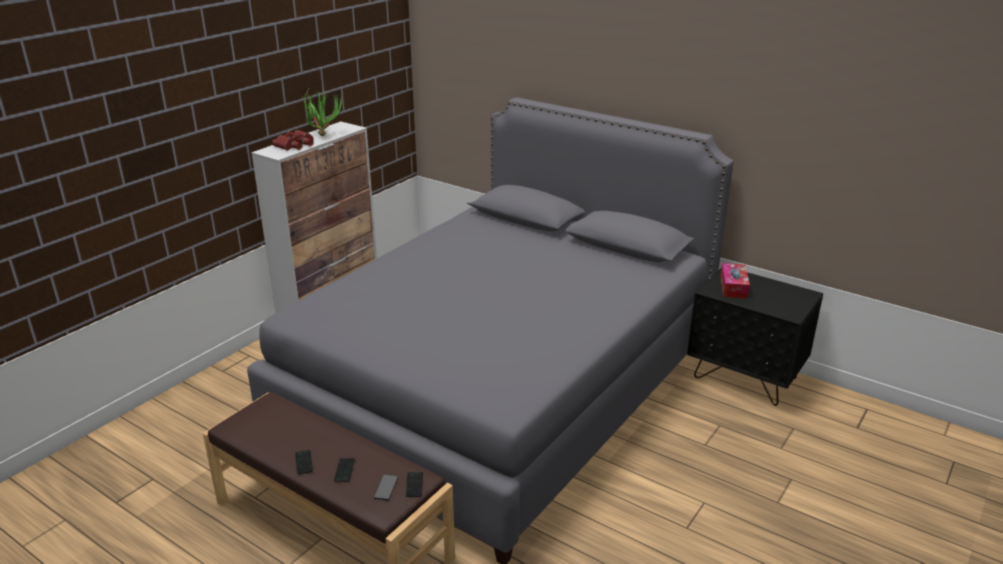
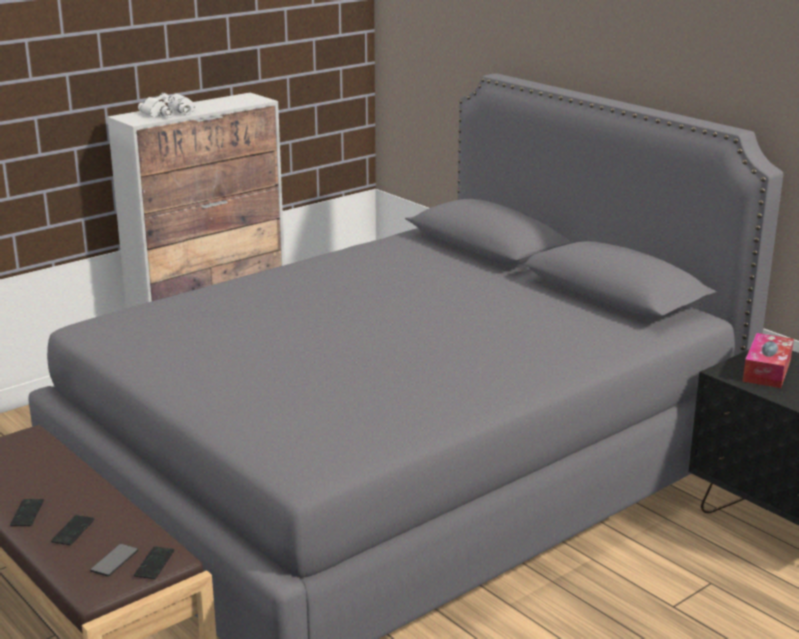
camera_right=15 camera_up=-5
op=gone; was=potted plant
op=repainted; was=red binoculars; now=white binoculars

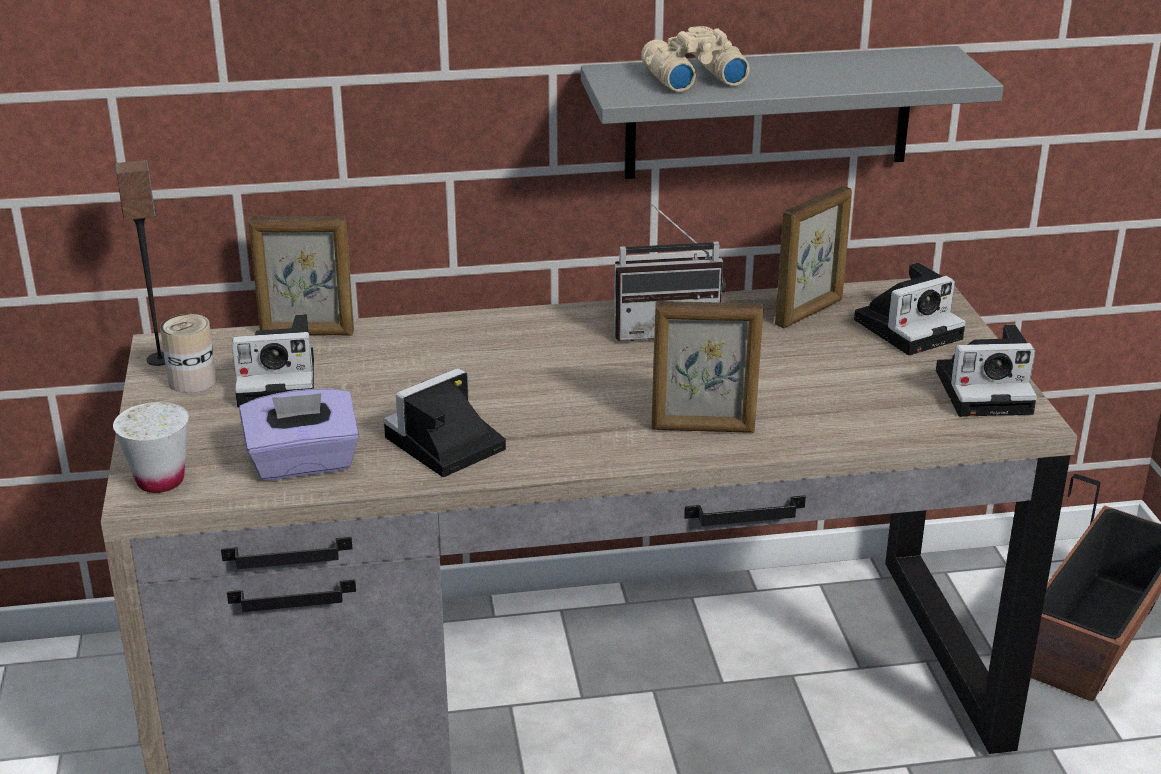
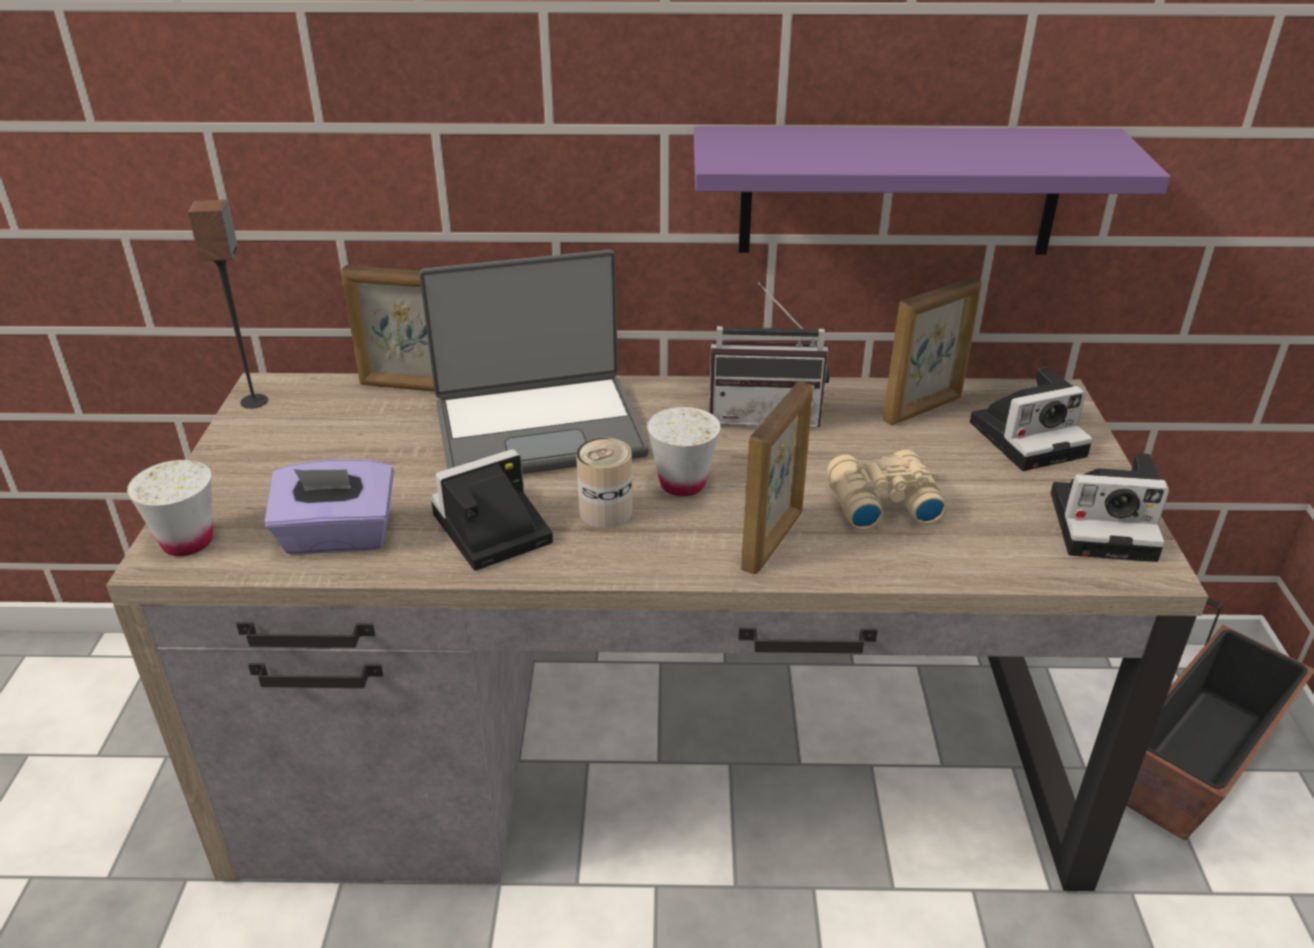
camera_right=10 camera_up=5
op=shifted; was=beige binoculars
op=repainted; was=grey shelf; now=purple shelf
op=rotated; was=picture frame (no. 2 from left); clockwise=-75
op=shifted; was=can
op=gone; was=photo camera (no. 1 from left)
op=new; now=laptop
op=new; now=white cup (no. 2 from left)

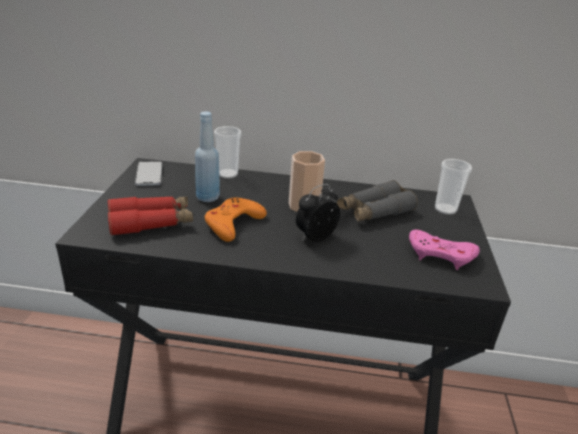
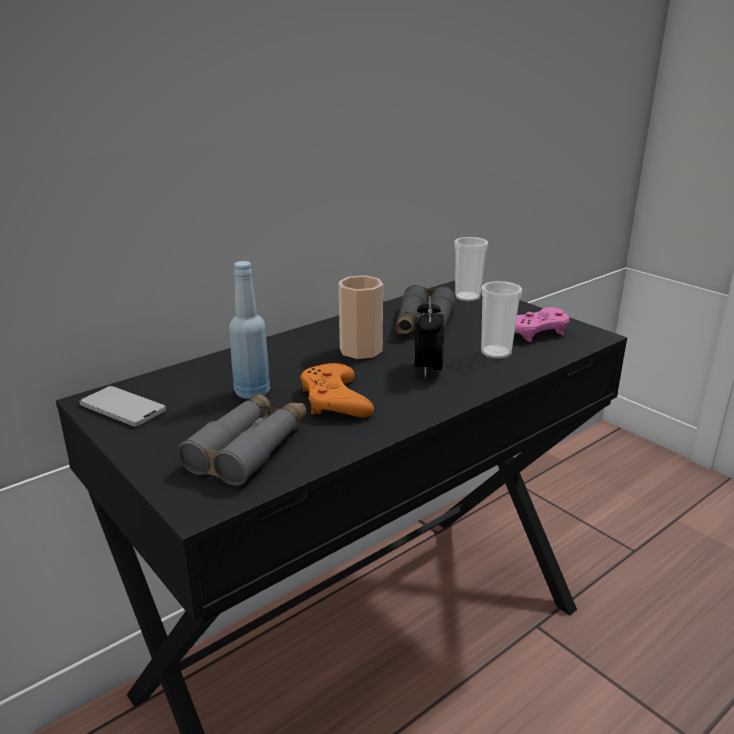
camera_right=-45 camera_up=-5
op=shifted; was=cup (no. 1 from left in the first image); now=cup (no. 3 from left)
op=repainted; was=red binoculars; now=grey binoculars (no. 1 from left)

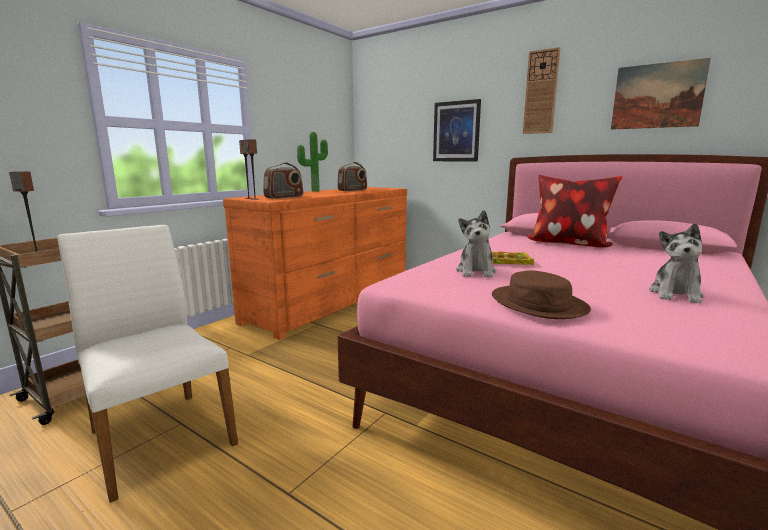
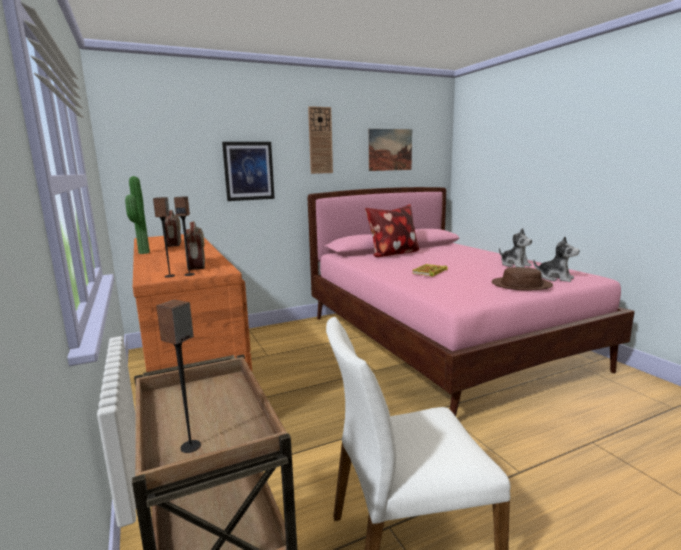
camera_right=-60 camera_up=0
op=shifted; was=plush toy (no. 1 from left in the first image); now=plush toy (no. 2 from left)

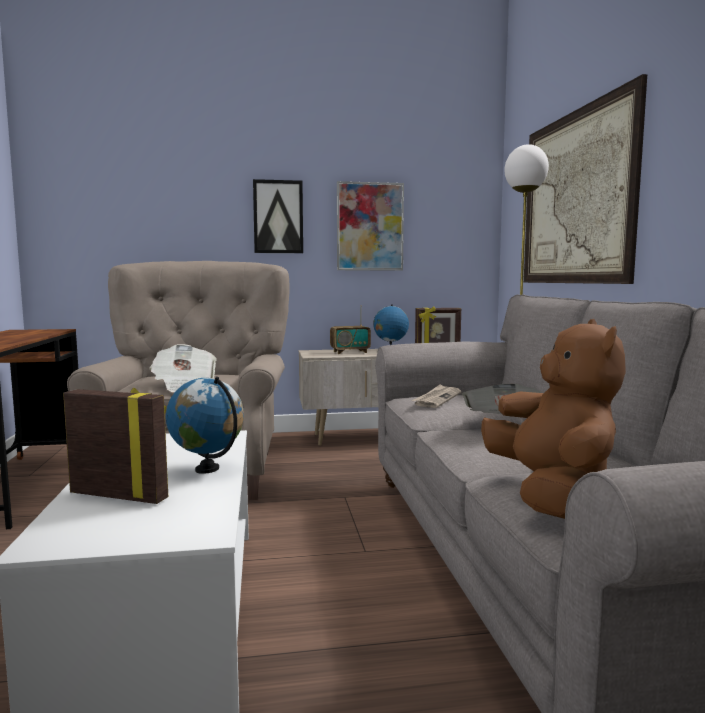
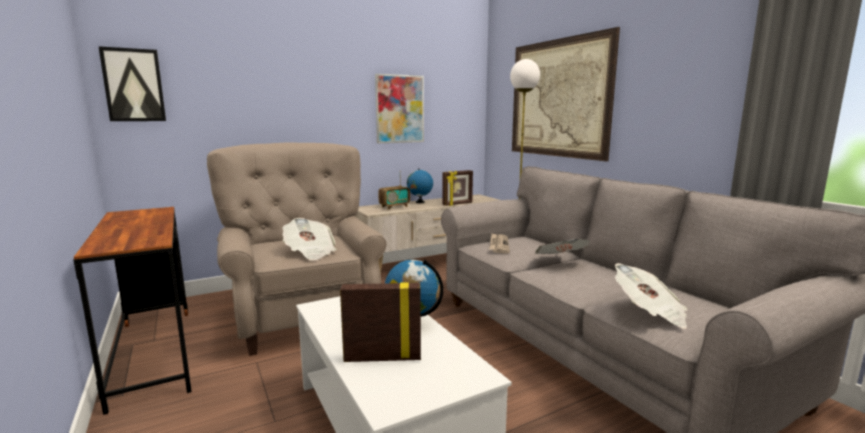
camera_right=-20 camera_up=5
op=shifted; was=picture (no. 1 from left)
op=swapped; was=brown plush toy; now=newspaper (no. 4 from left)

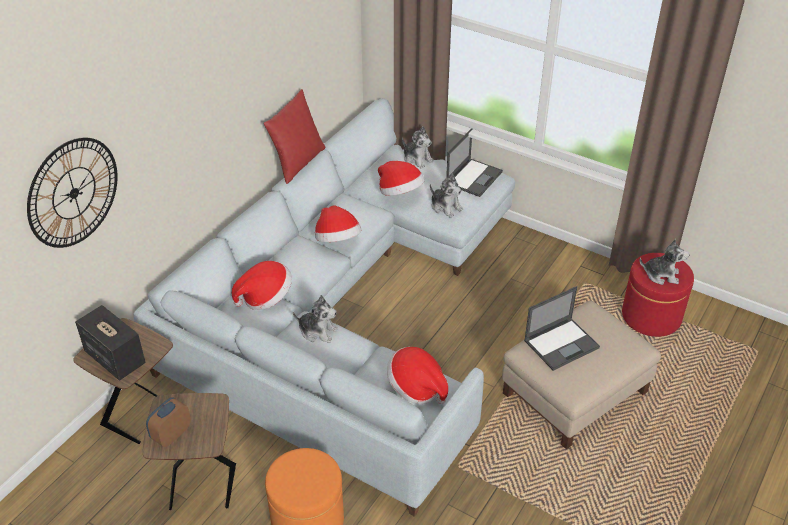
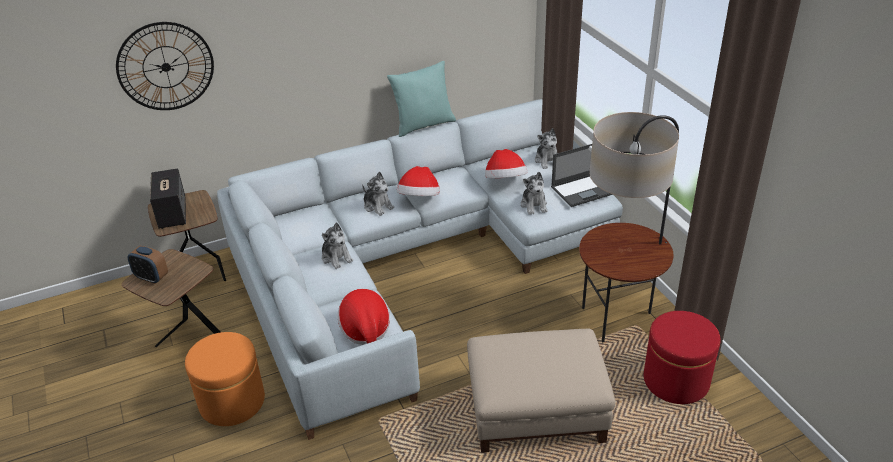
camera_right=35 camera_up=-5
op=repainted; was=red pillow; now=turquoise pillow
op=shifted; was=plush toy (no. 4 from left in the first image); now=plush toy (no. 2 from left)
op=gone; was=hat (no. 1 from left)
op=gone; was=laptop (no. 2 from left)
op=rotated; was=alarm clock; clockwise=-135
op=new; now=floor lamp

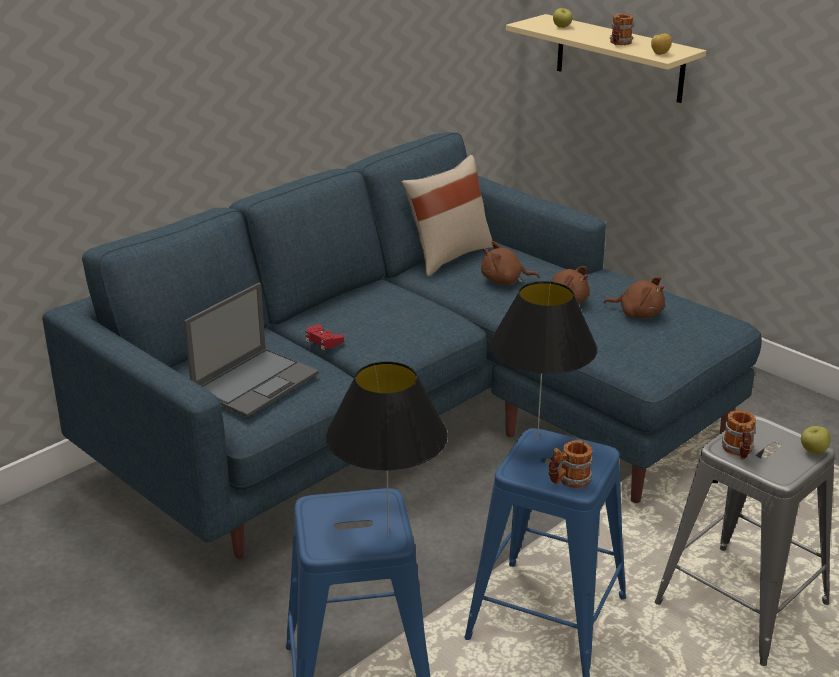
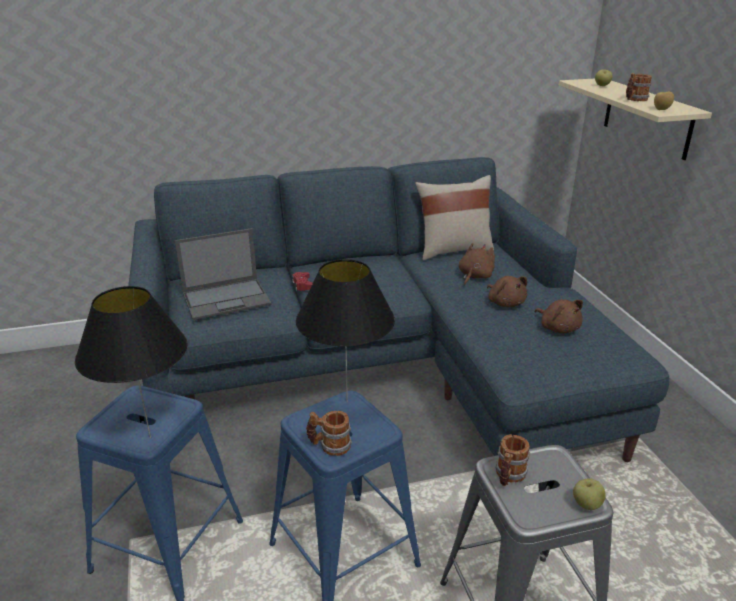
camera_right=30 camera_up=0
op=rotated; was=brown plush toy (no. 1 from left); clockwise=90

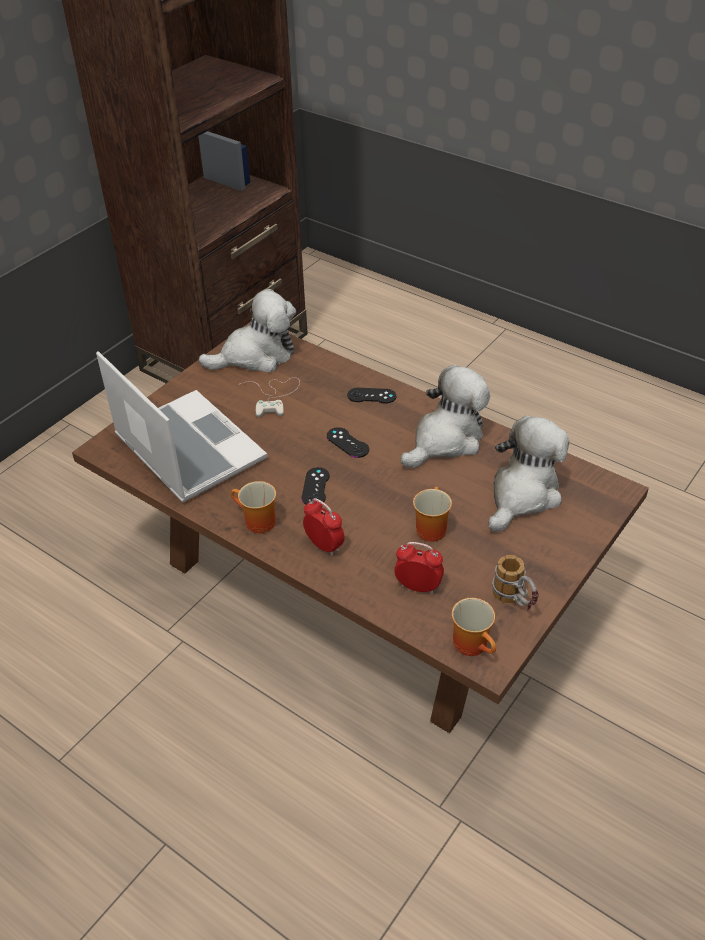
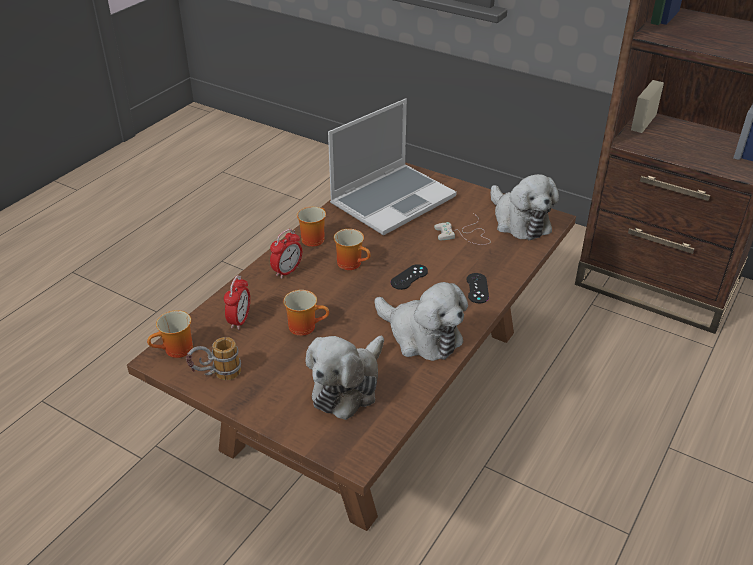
camera_right=85 camera_up=-5
op=rotated; was=plush toy (no. 3 from left in the first image); clockwise=90
op=swapped; was=black game controller (no. 1 from left); now=mug (no. 5 from left)

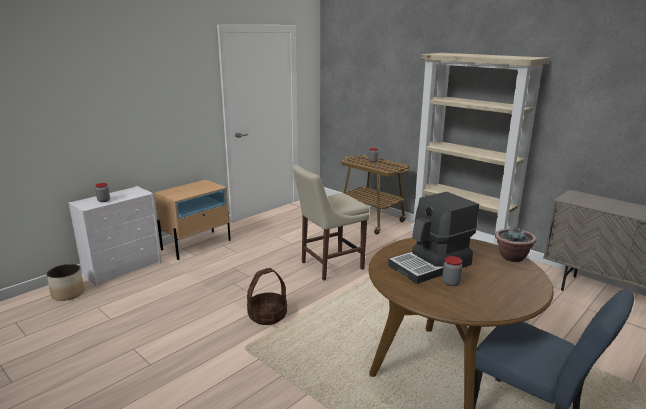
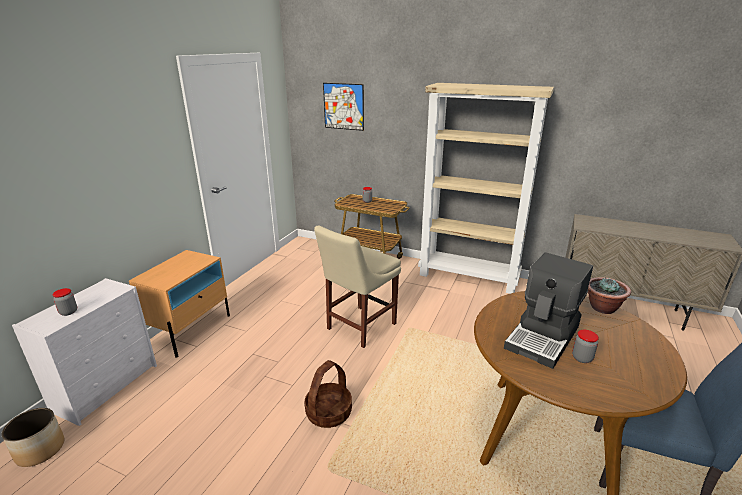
camera_right=-20 camera_up=5
op=new; now=picture

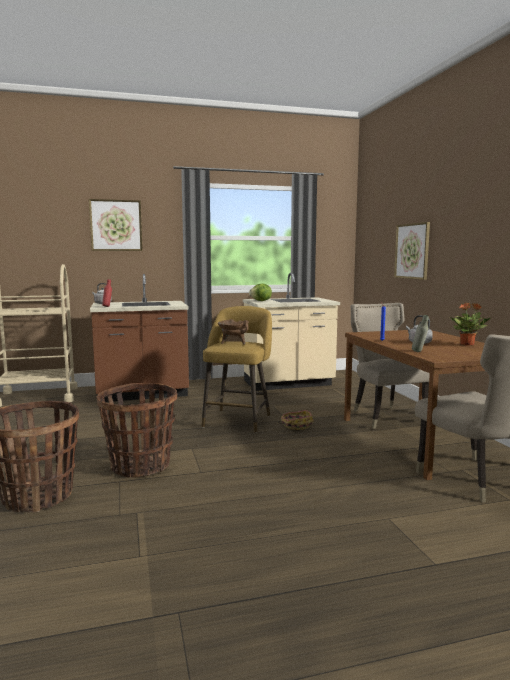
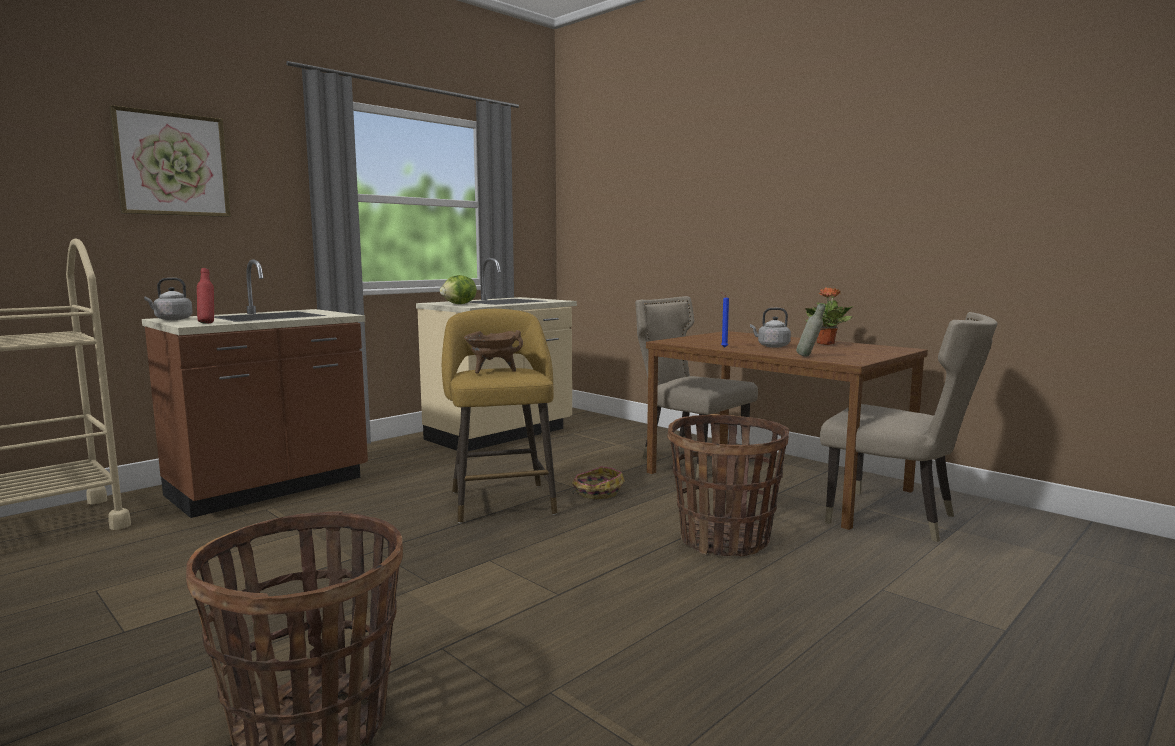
camera_right=-30 camera_up=0
op=gone; was=picture (no. 2 from left)
op=shifted; was=basket (no. 2 from left in the first image); now=basket (no. 3 from left)

